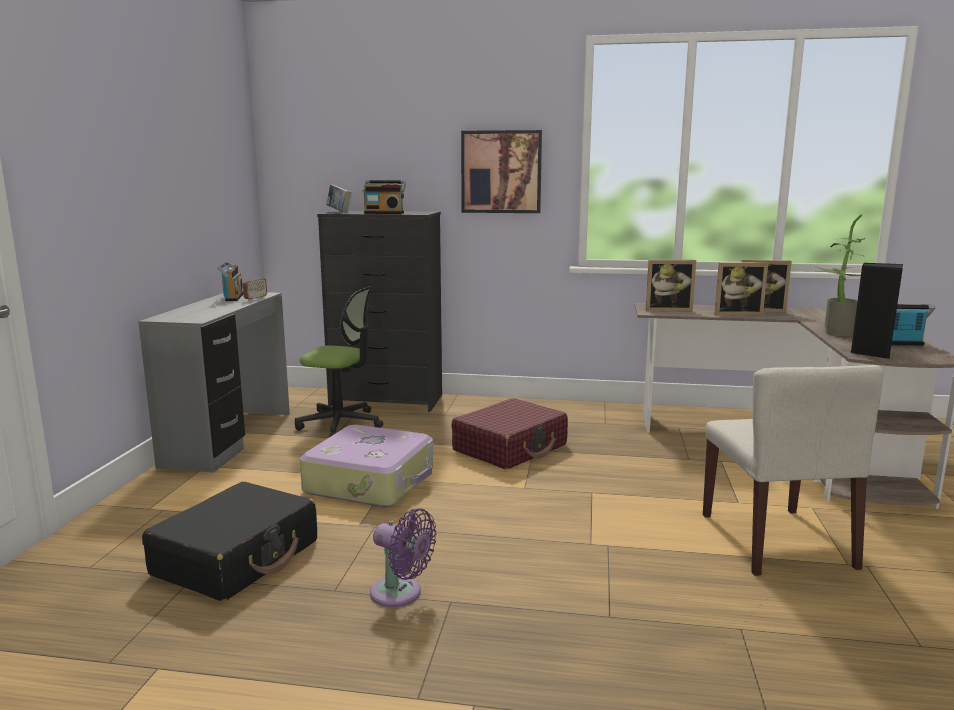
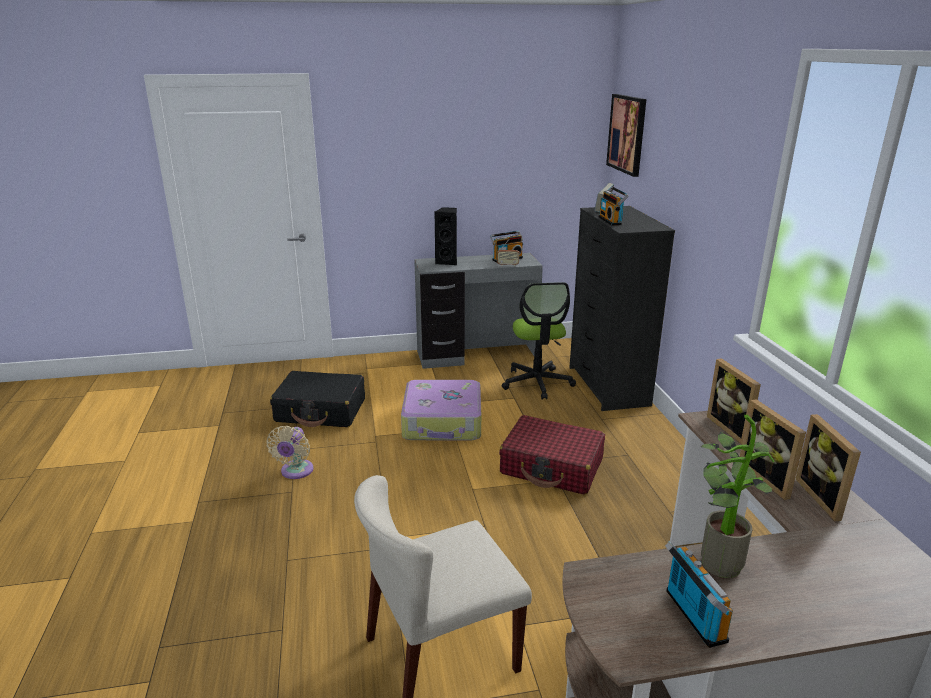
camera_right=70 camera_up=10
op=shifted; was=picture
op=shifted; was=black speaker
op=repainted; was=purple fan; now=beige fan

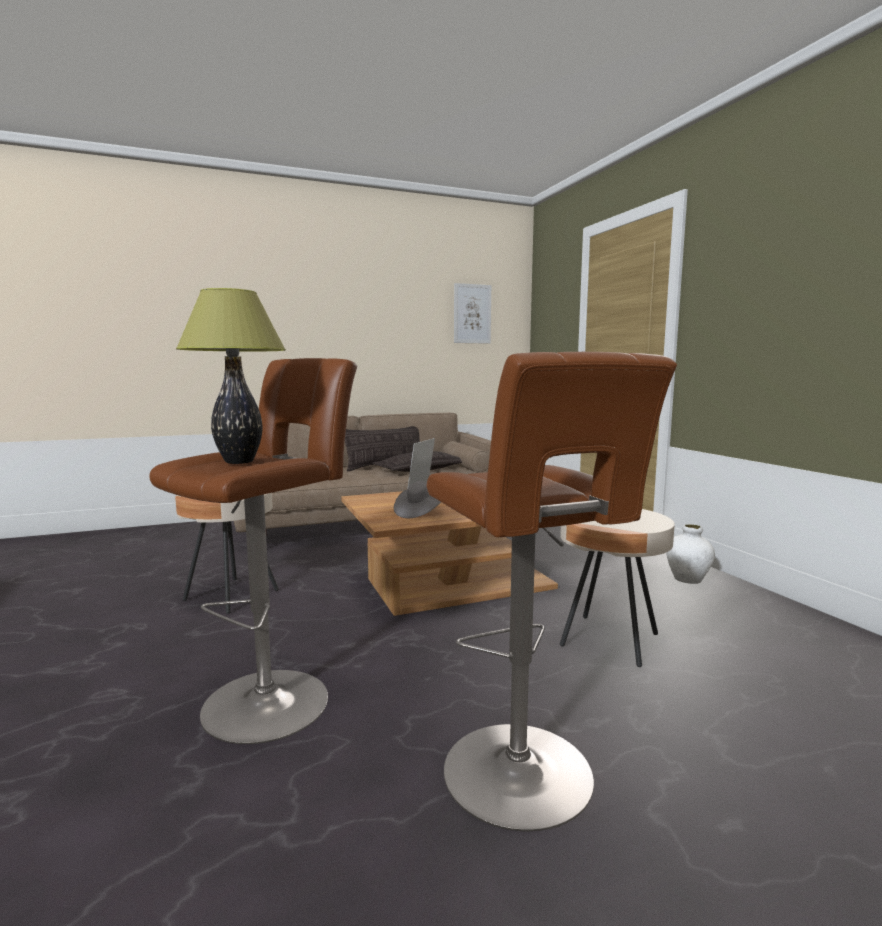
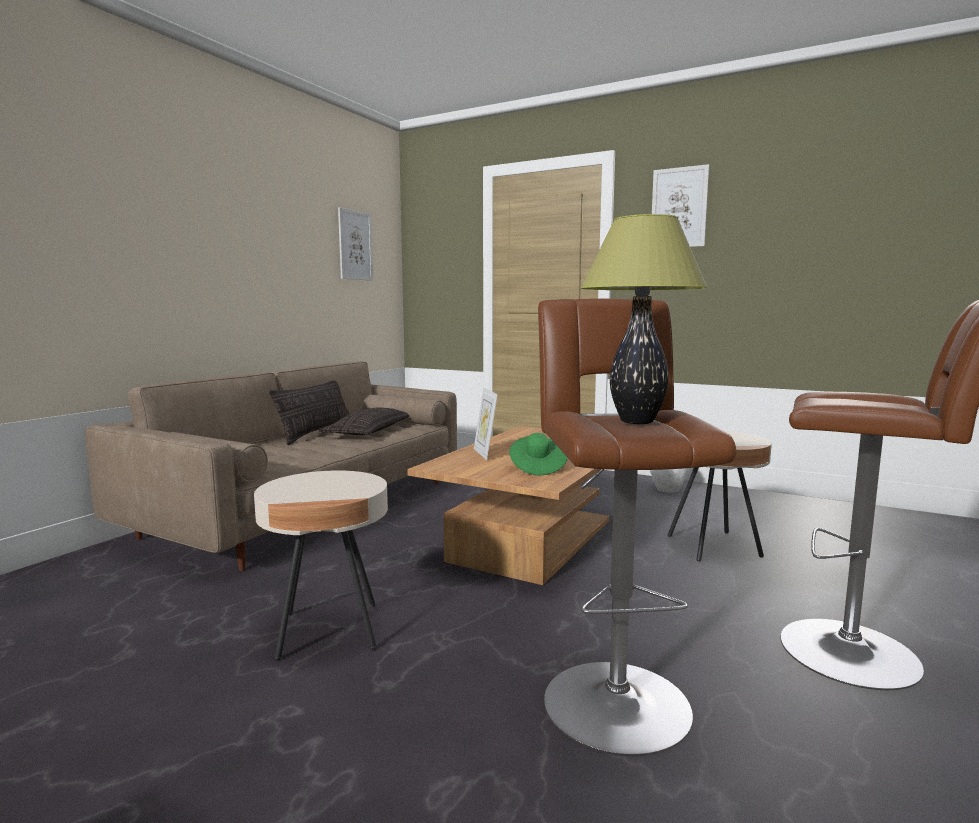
camera_right=-40 camera_up=0
op=repainted; was=grey hat; now=green hat
op=new; now=picture (no. 2 from left)

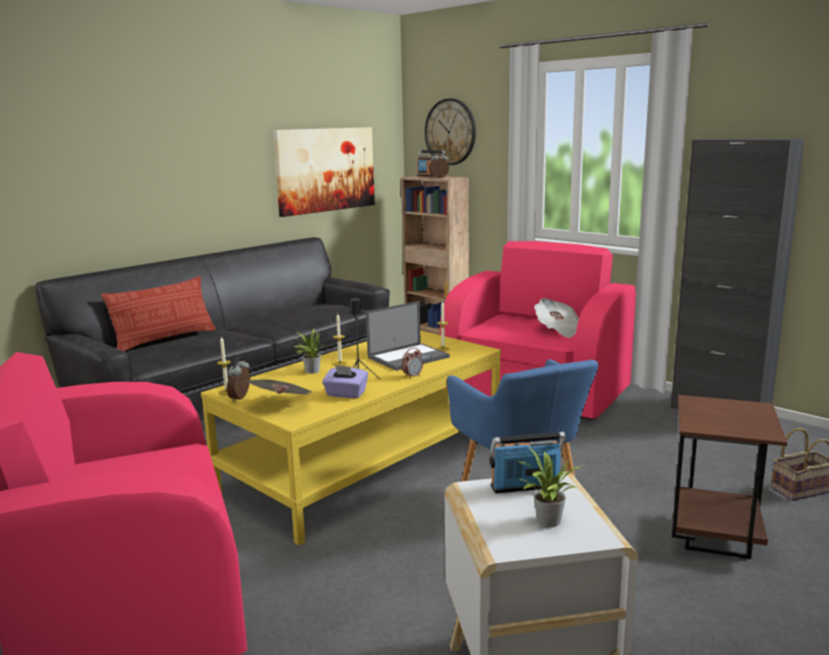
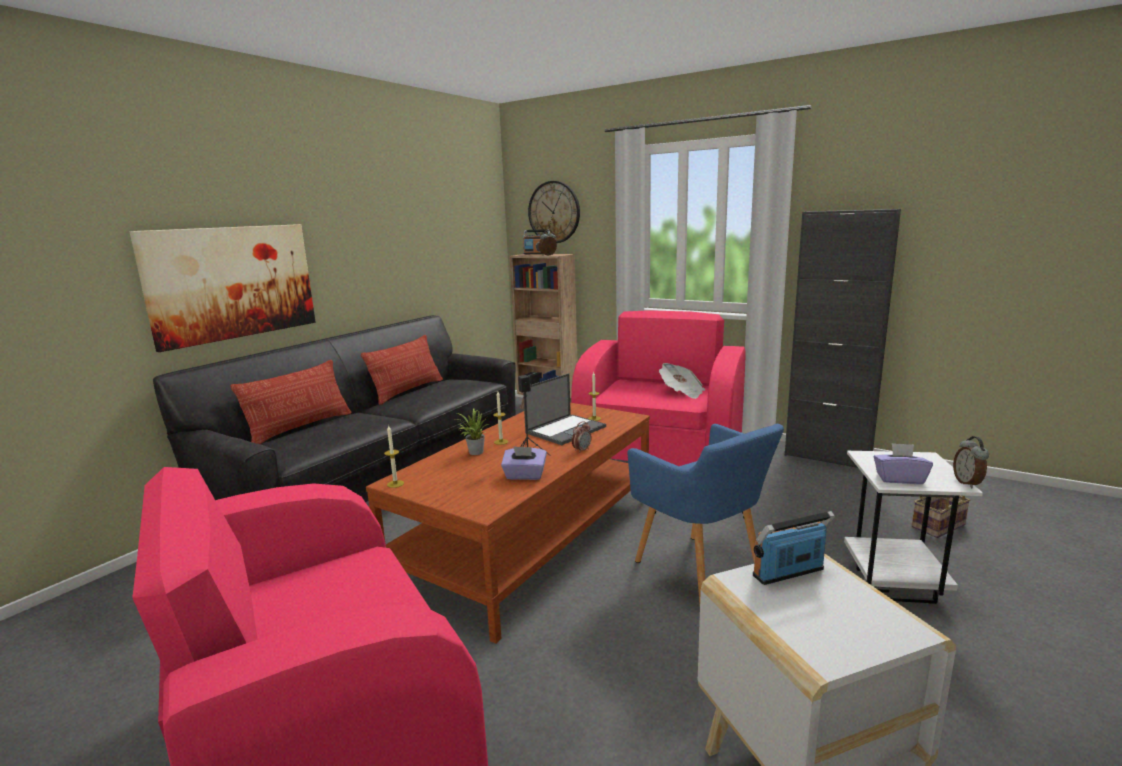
camera_right=-10 camera_up=0
op=shifted; was=picture
op=repainted; was=yellow coffee table; now=brown coffee table
op=shifted; was=alarm clock (no. 1 from left in the first image); now=alarm clock (no. 3 from left)
op=gone; was=newspaper (no. 1 from left)
op=repainted; was=brown side table; now=white side table (no. 2 from left)
op=gone; was=potted plant (no. 2 from left)
op=new; now=pillow (no. 2 from left)
op=new; now=purple tissue box (no. 2 from left)

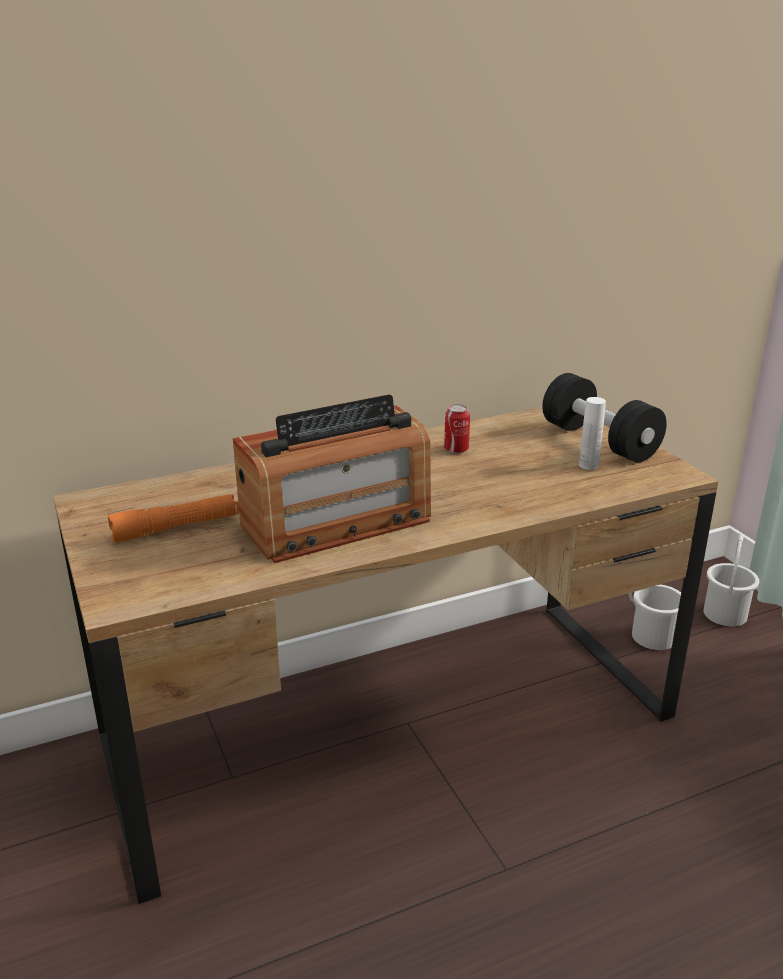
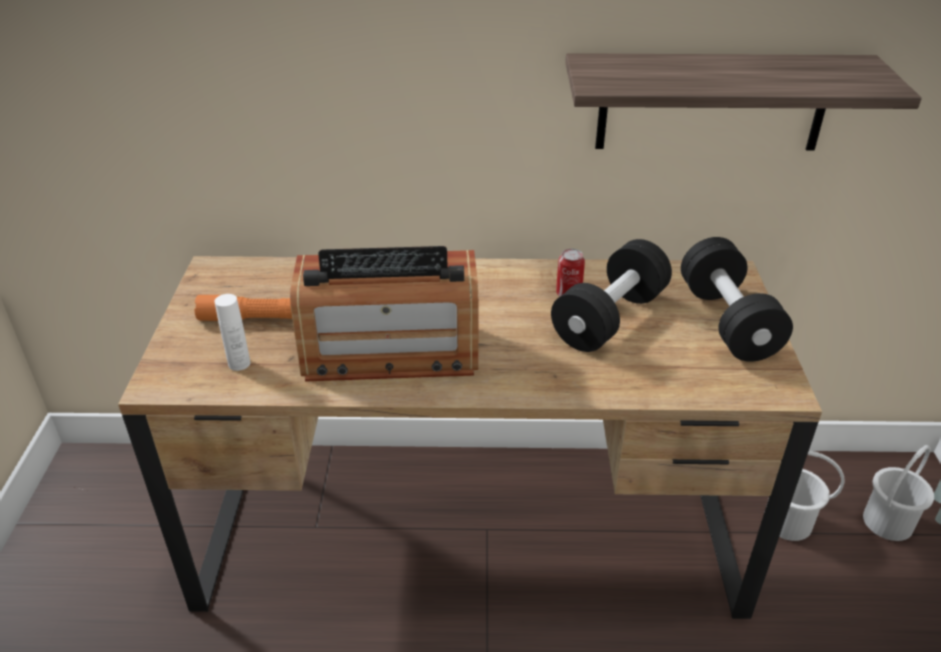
camera_right=25 camera_up=10
op=shifted; was=white bottle
op=new; now=shelf
op=new; now=black dumbbell (no. 1 from left)

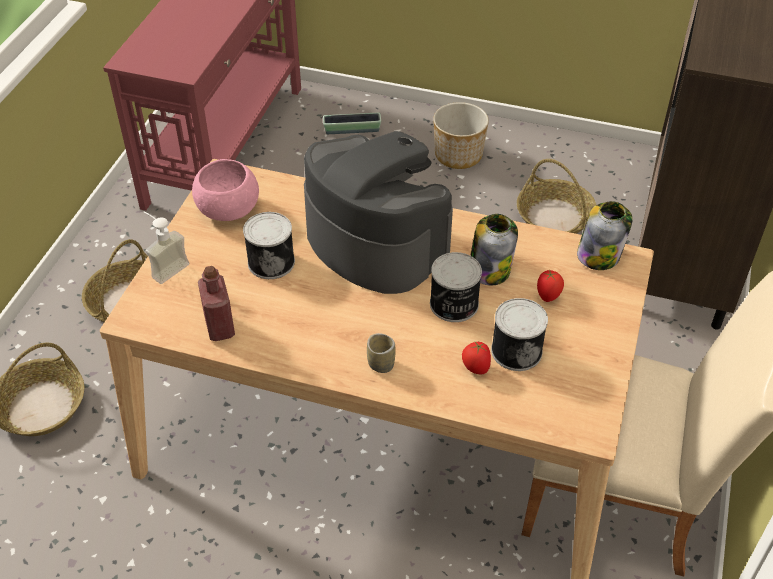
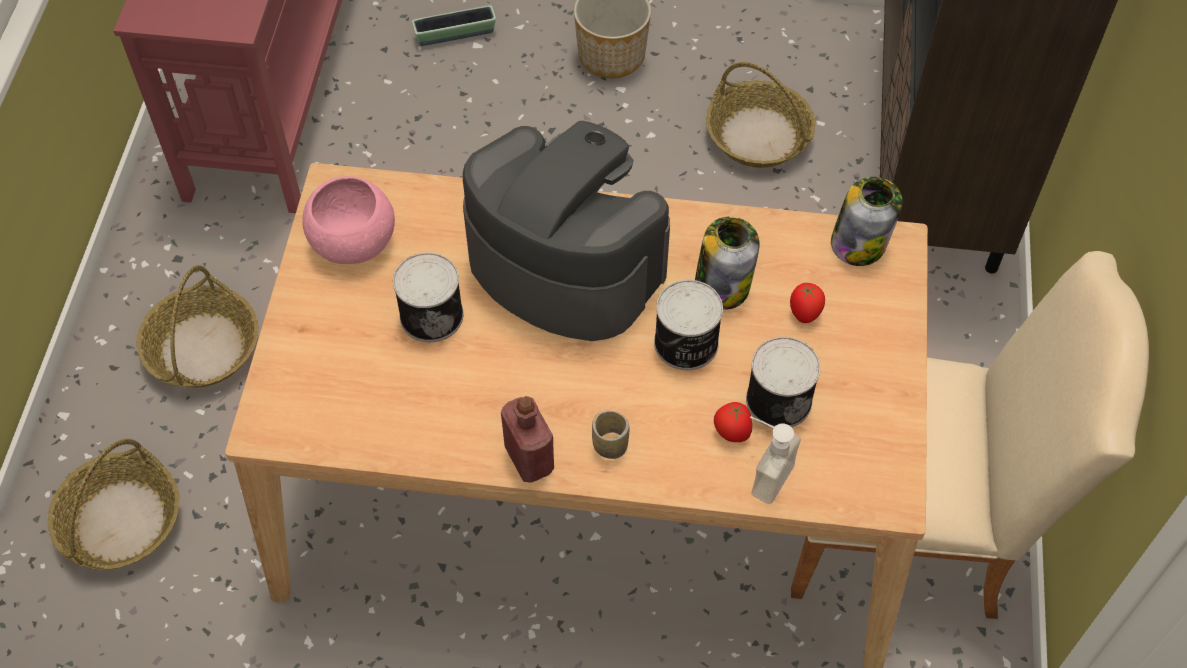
camera_right=-10 camera_up=10
op=shifted; was=soap dispenser
op=shifted; was=red bottle

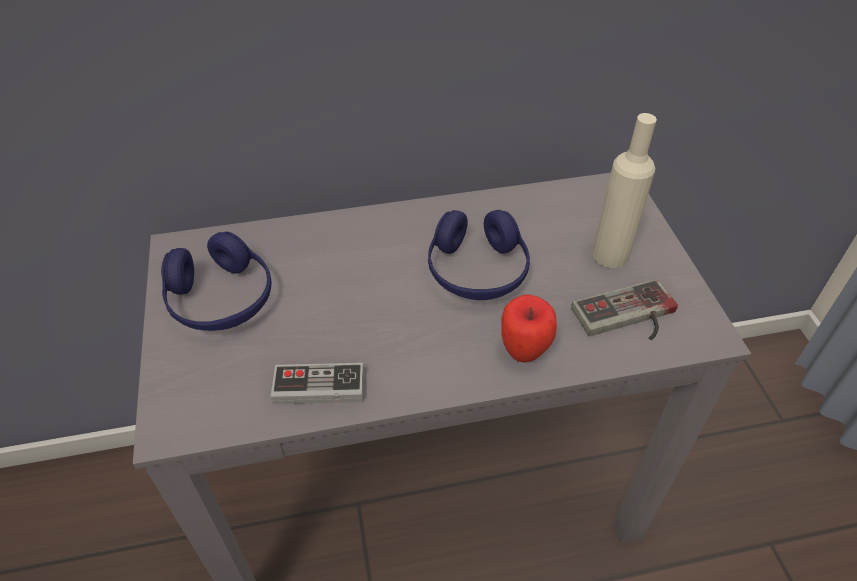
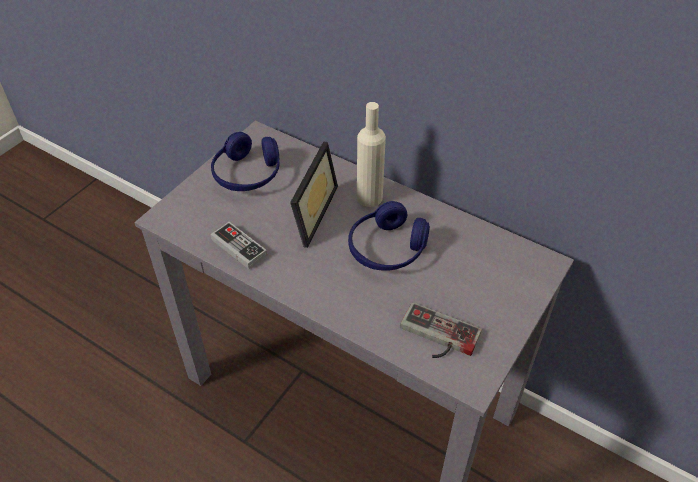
camera_right=45 camera_up=0
op=shifted; was=beige bottle
op=gone; was=apple
op=new; now=picture frame

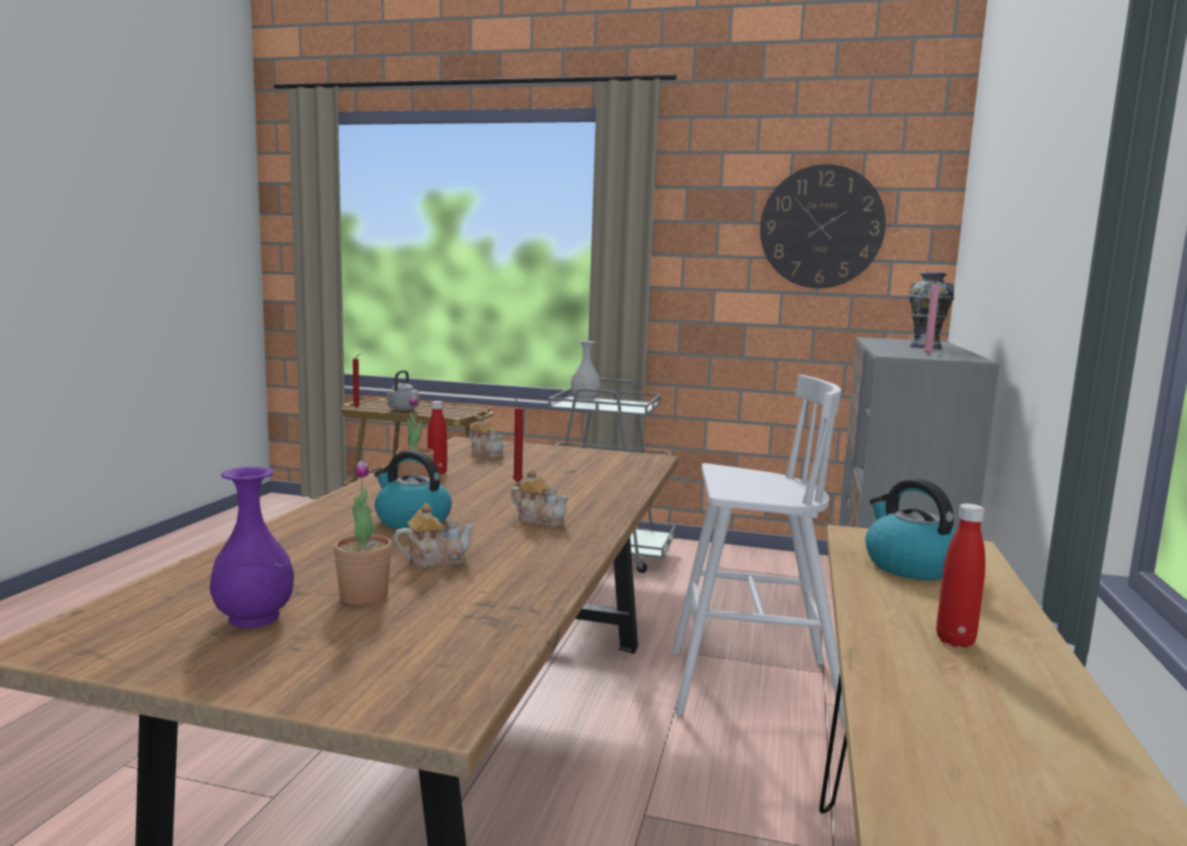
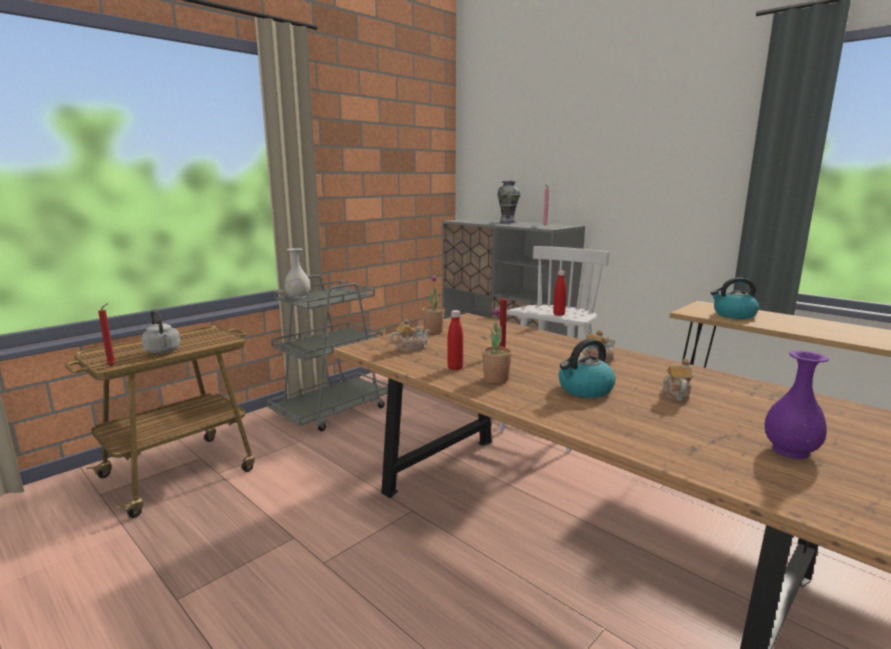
camera_right=-60 camera_up=5
op=gone; was=wall clock
op=shifted; was=potted plant (no. 1 from left)
op=shifted; was=red bottle (no. 2 from left)

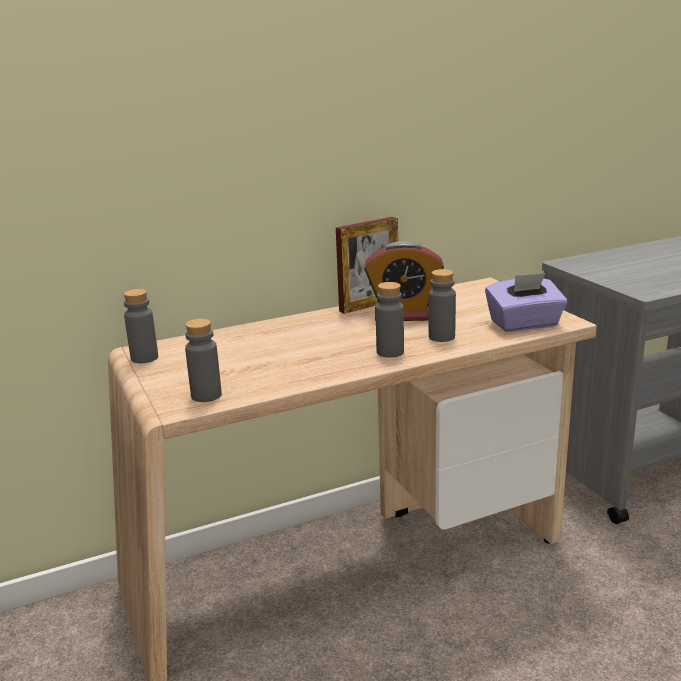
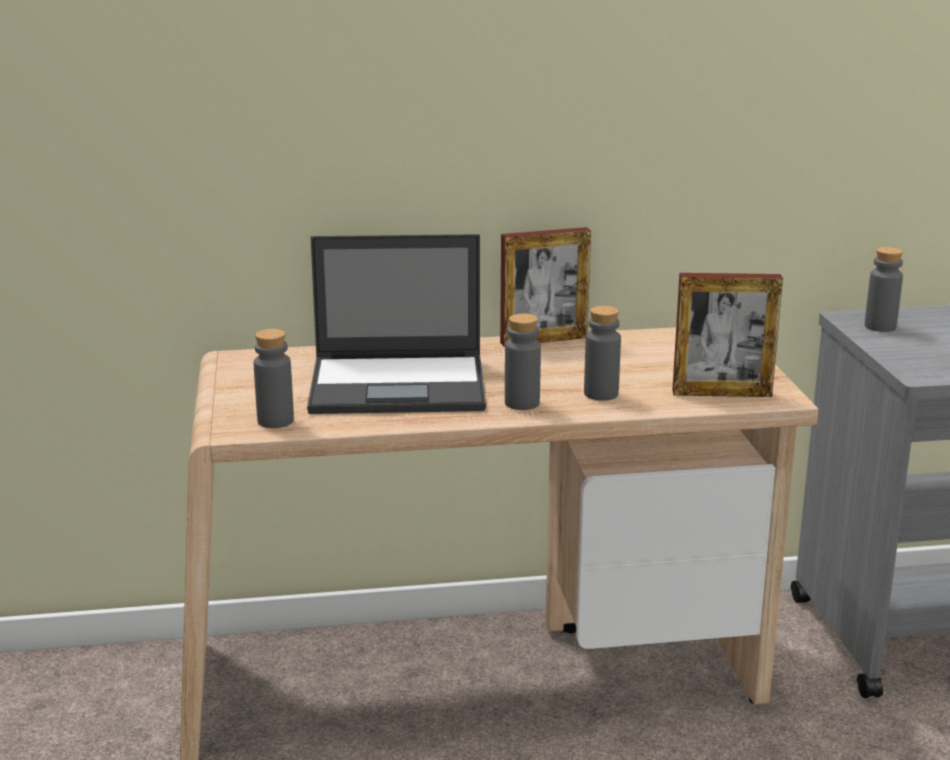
camera_right=15 camera_up=0
op=gone; was=alarm clock
op=swapped; was=purple tissue box; now=picture frame (no. 2 from left)
op=shifted; was=grey bottle (no. 1 from left in the first image); now=grey bottle (no. 4 from left)
op=new; now=laptop

